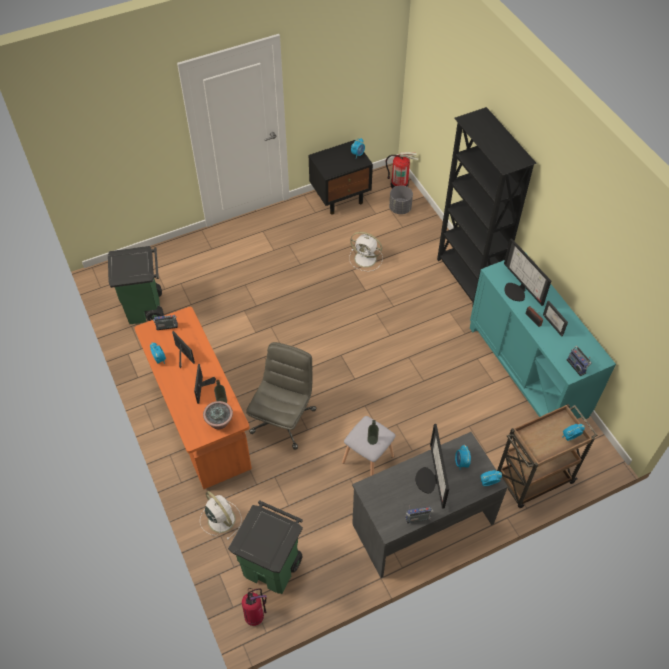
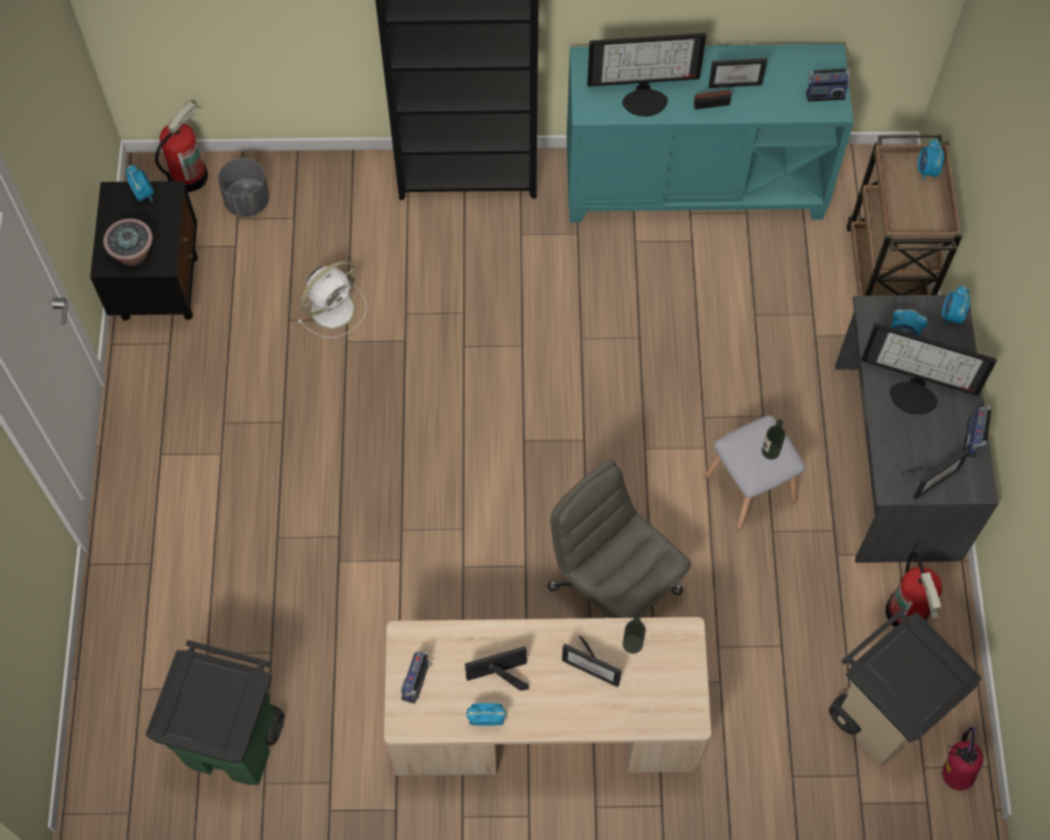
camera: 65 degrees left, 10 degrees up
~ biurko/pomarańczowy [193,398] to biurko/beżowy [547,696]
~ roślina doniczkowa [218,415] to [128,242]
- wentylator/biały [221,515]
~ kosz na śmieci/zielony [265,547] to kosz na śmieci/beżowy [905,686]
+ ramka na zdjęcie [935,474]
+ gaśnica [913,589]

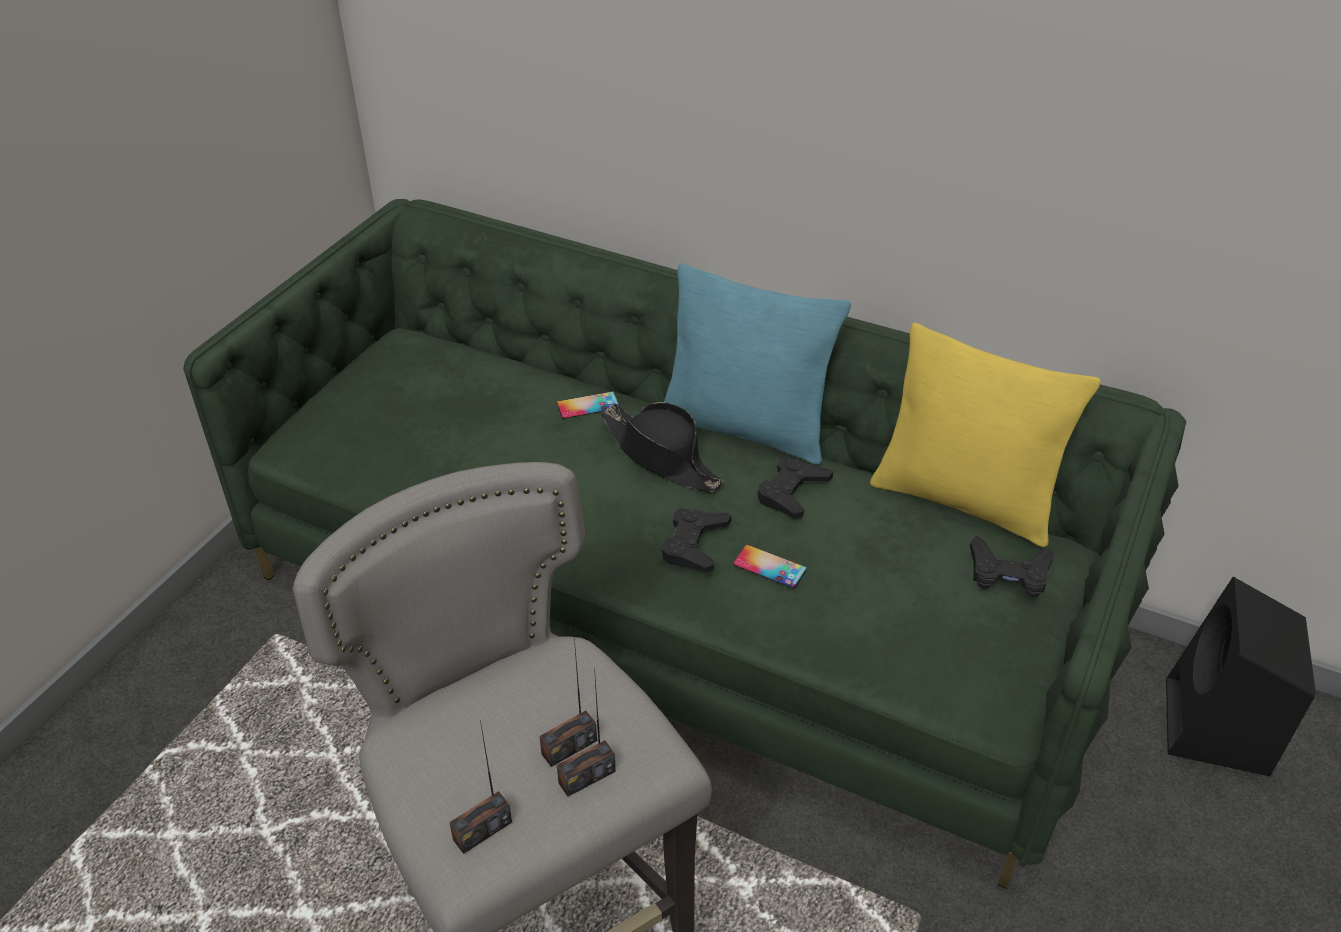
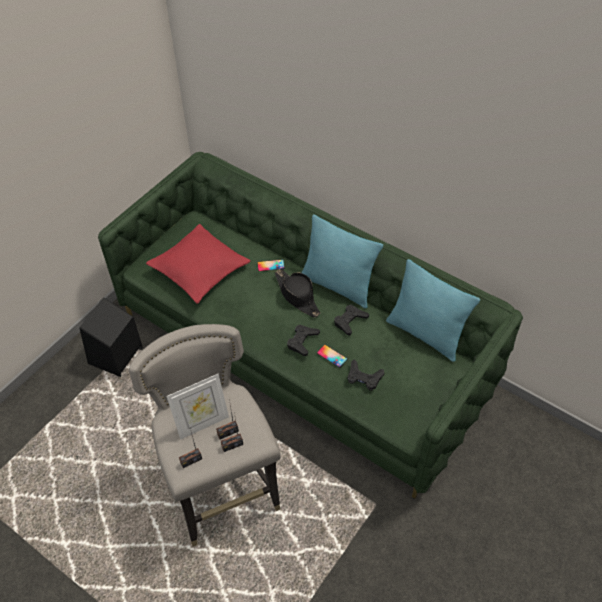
camera: 10 degrees right, 10 degrees up
~ poduszka/żółty [985,435] to poduszka/turkusowy [433,310]
~ pad do gier/czarny [1012,566] to [365,375]
~ głośnik/czarny [1241,676] to [111,337]
+ poduszka/czerwony [198,264]
+ ramka na zdjęcie [198,407]

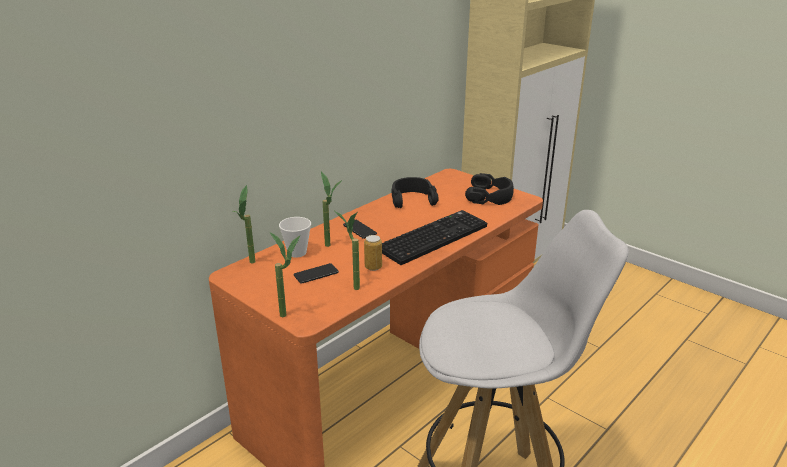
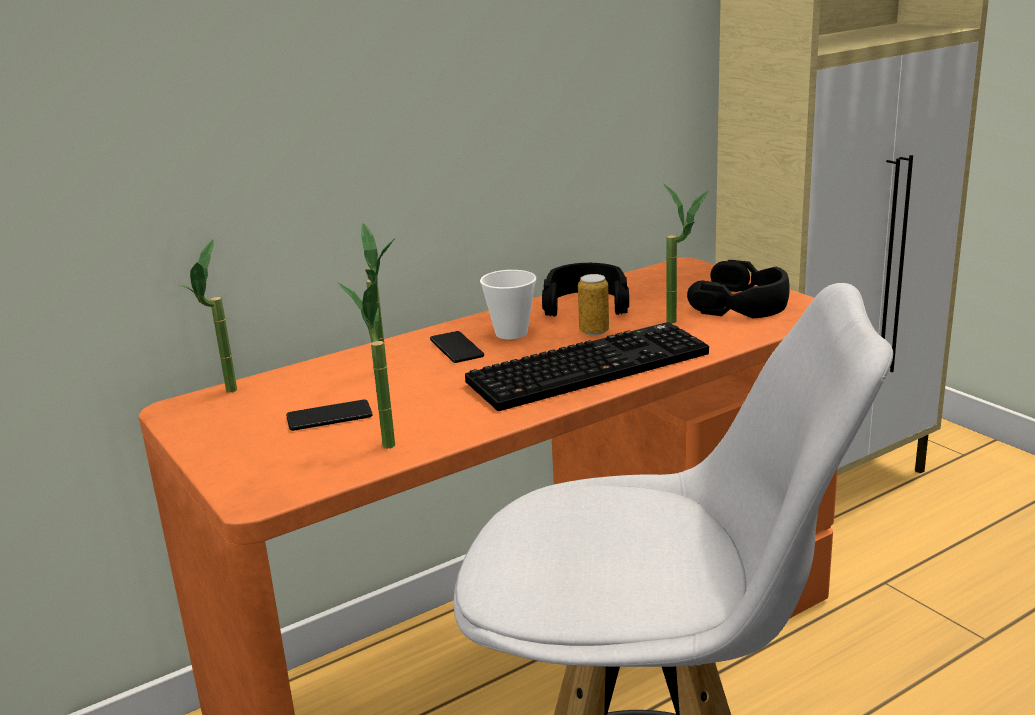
camera: 15 degrees right, 5 degrees down
~ filiżanka [295,237] to [508,304]
~ roślina doniczkowa [285,274] to [685,253]
~ puszka [373,253] to [593,305]

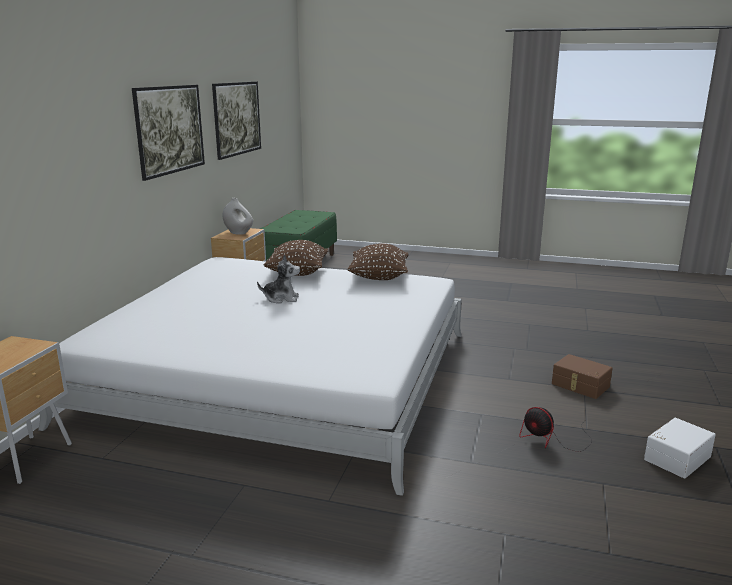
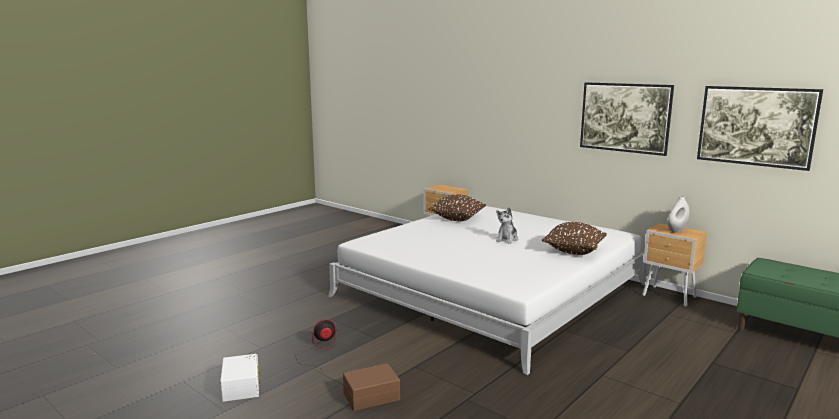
camera: 115 degrees right, 5 degrees down
~ poduszka/brązowy [378,262] to [457,207]

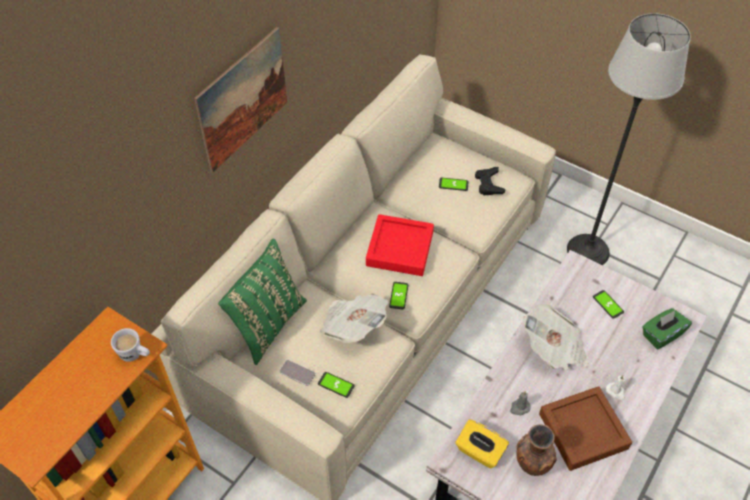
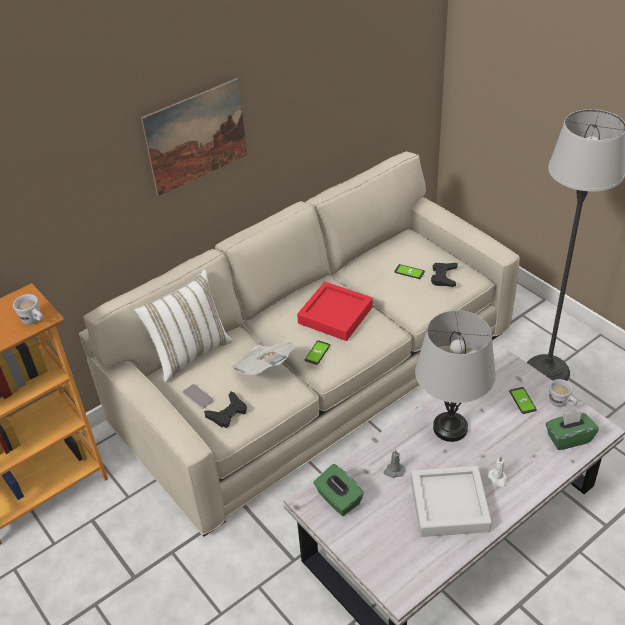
camera: 20 degrees right, 10 degrees down
~ poduszka/zielony [262,302] to poduszka/biały [183,326]
~ gazeta [556,337] to lampa stołowa/szary [455,376]
~ telefon [336,385] to pad do gier/czarny [225,409]
~ taca/brązowy [585,428] to taca/szary [451,501]
~ pudełko chusteczek/żółty [482,444] to pudełko chusteczek/zielony [339,490]
- wazon/brązowy [536,450]
+ kubek/biały [563,393]

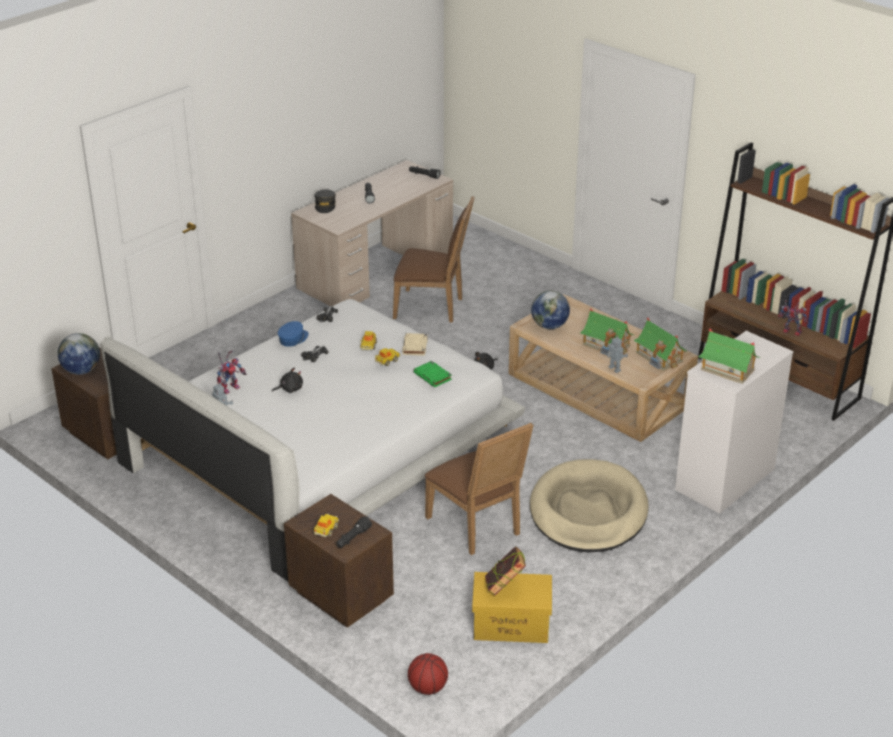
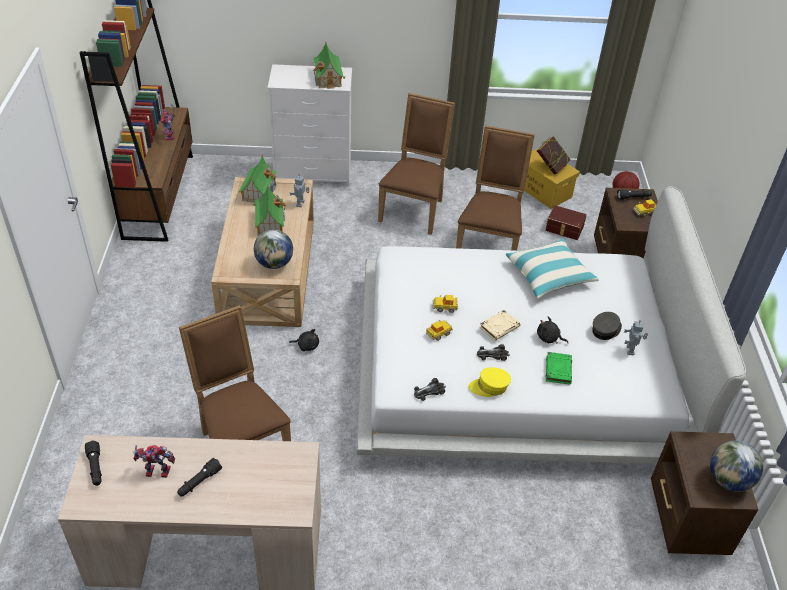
camera: 135 degrees left, 10 degrees up
~ czapka z daszkiem/szary [325,201] to [607,326]
~ czapka z daszkiem/niebieski [293,334] to czapka z daszkiem/żółty [490,382]
~ książka/beżowy [414,344] to [500,325]
~ robot zabawkowy [232,372] to [154,461]
~ książka/zielony [433,374] to [559,368]
~ legowisko/beżowy [589,505] to krzesło/brązowy [416,164]
+ pojemnik do przechowywania/brązowy [566,222]
+ poduszka [552,268]

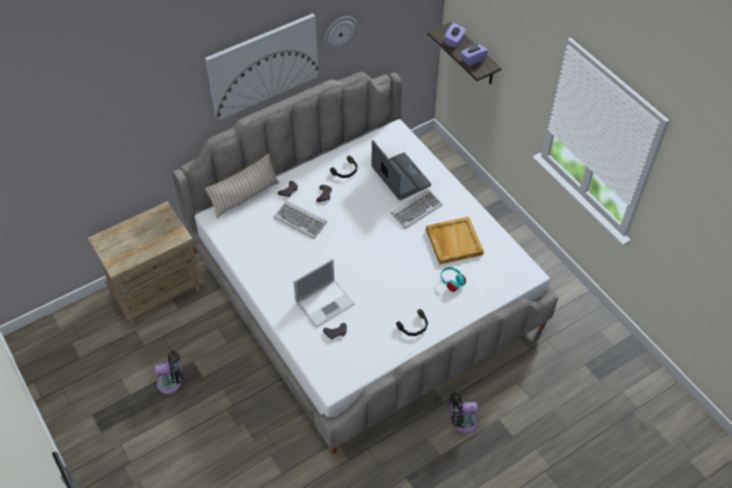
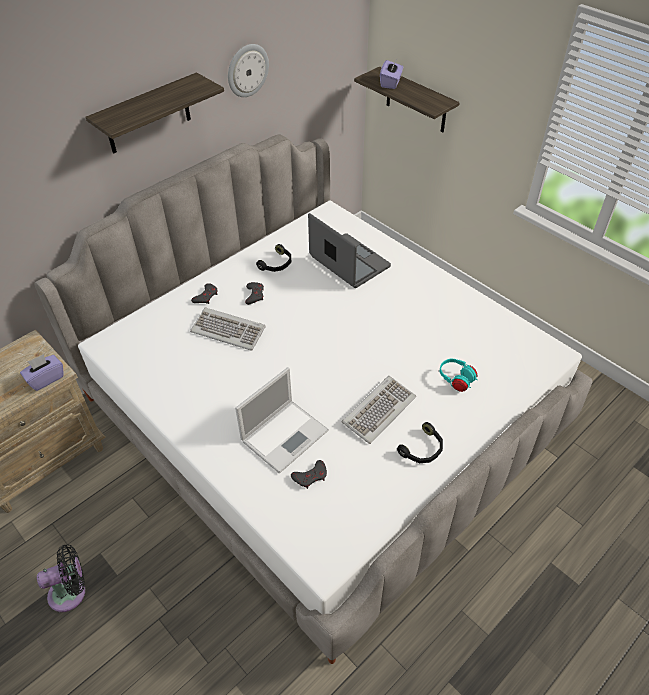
camera: 10 degrees left, 5 degrees down
~ obraz [262,67] to półka [155,113]
~ pudełko chusteczek/fioletowy [474,54] to [41,372]
- poduszka/beżowy [242,185]
~ klawiatura [417,209] to [379,410]
- taca/beżowy [455,241]
- wentylator/czarny [463,413]

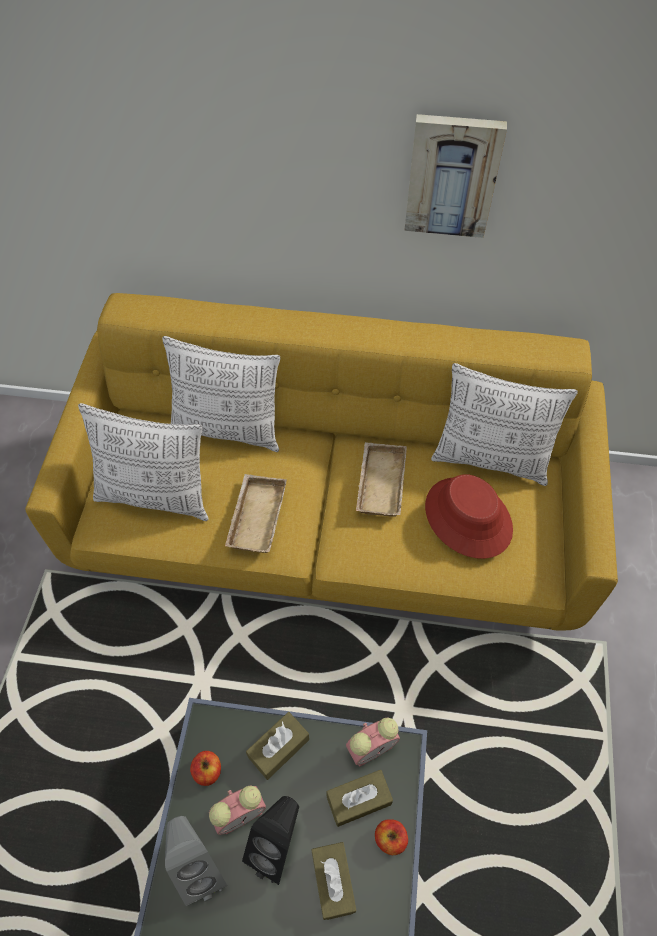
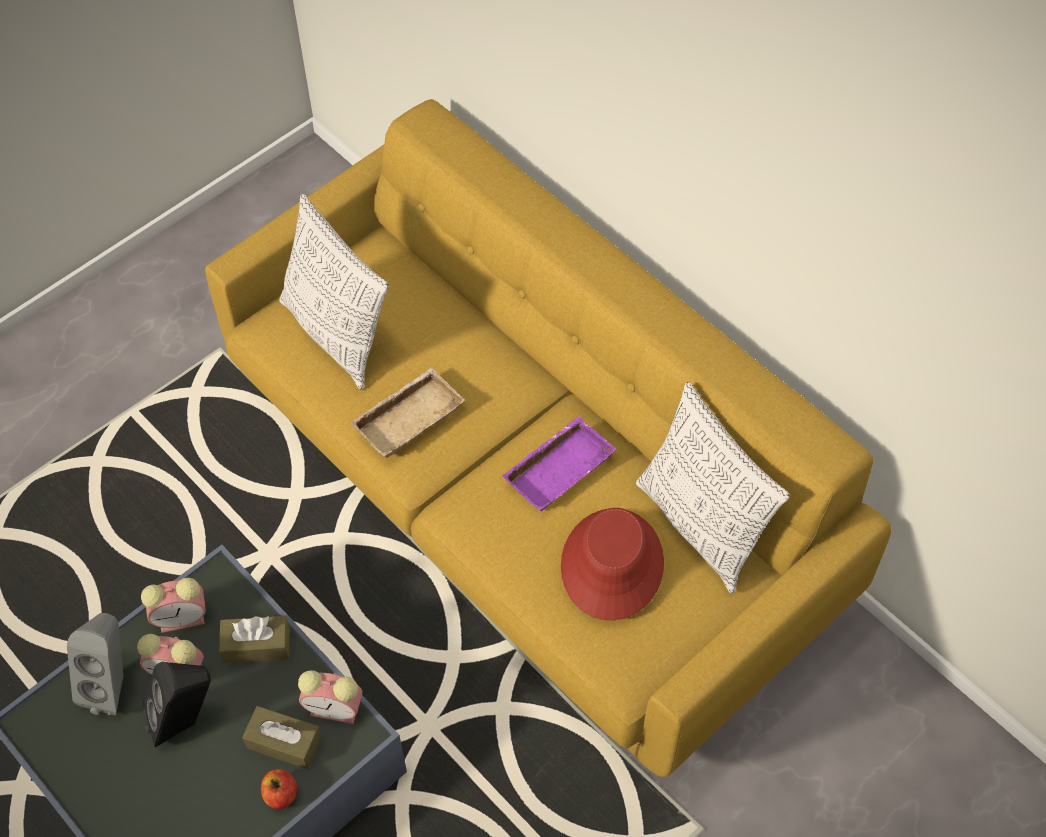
camera: 40 degrees right, 0 degrees up
- obraz [455,176]
- poduszka [221,394]
~ taca/beżowy [381,479] to taca/fioletowy [559,463]
~ jabłko [205,768] to budzik [173,605]
- pudełko chusteczek/brązowy [334,881]

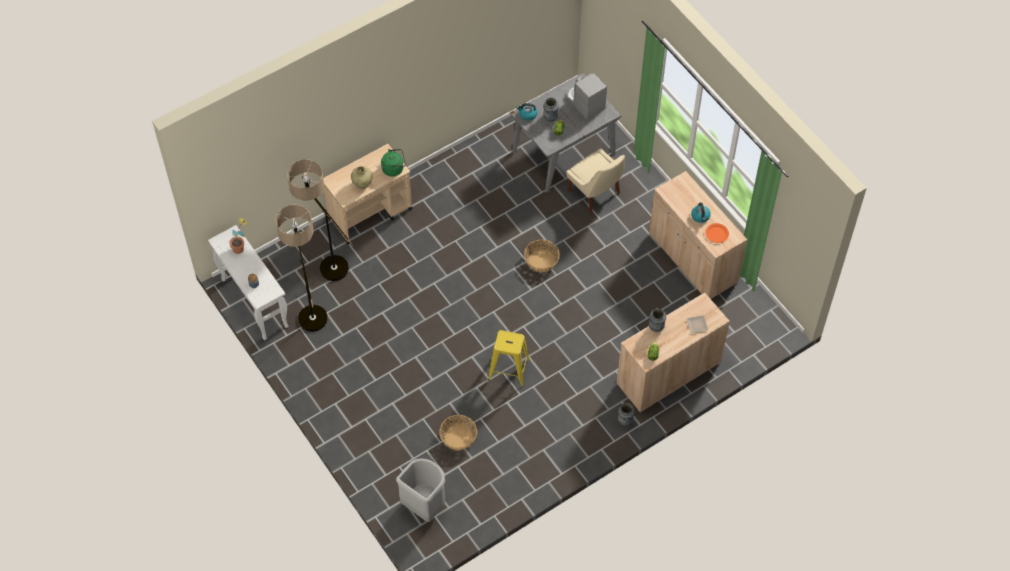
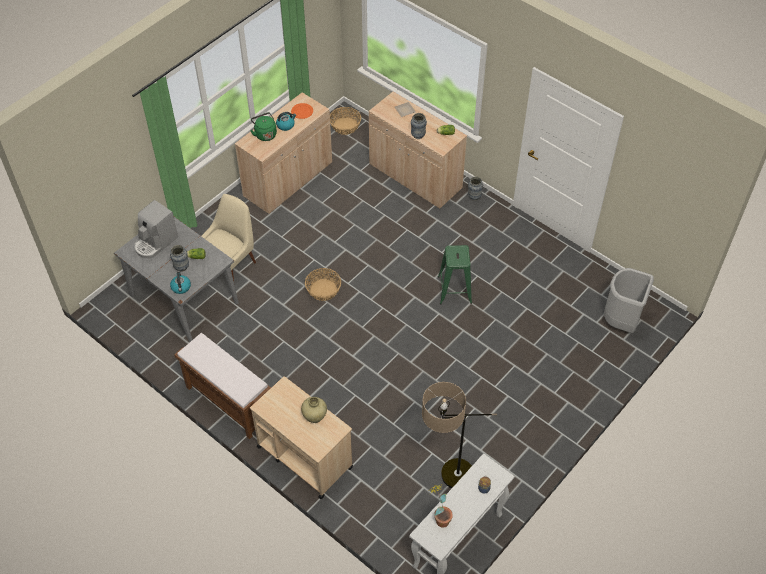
camera: 105 degrees left, 5 degrees down
~ czajnik/zielony [393,163] to [263,126]
- lampa stojąca [320,220]
~ stołek/żółty [509,358] to stołek/zielony [455,274]
~ koszyk [458,432] to [345,121]
+ ławka/brązowy [222,386]

